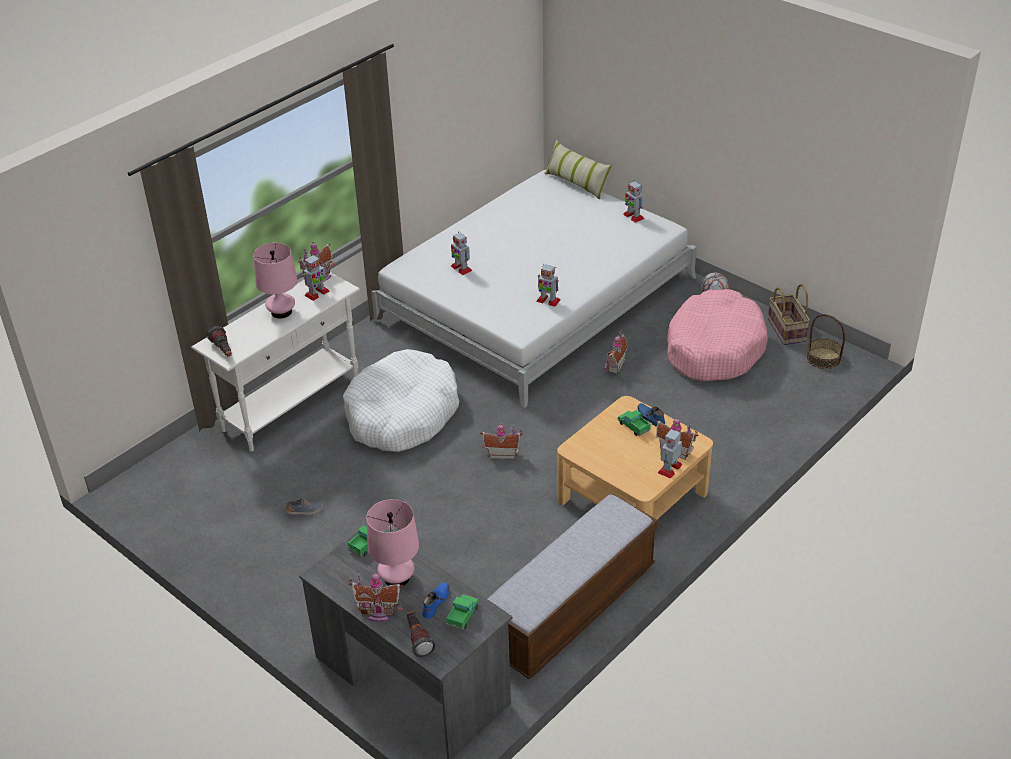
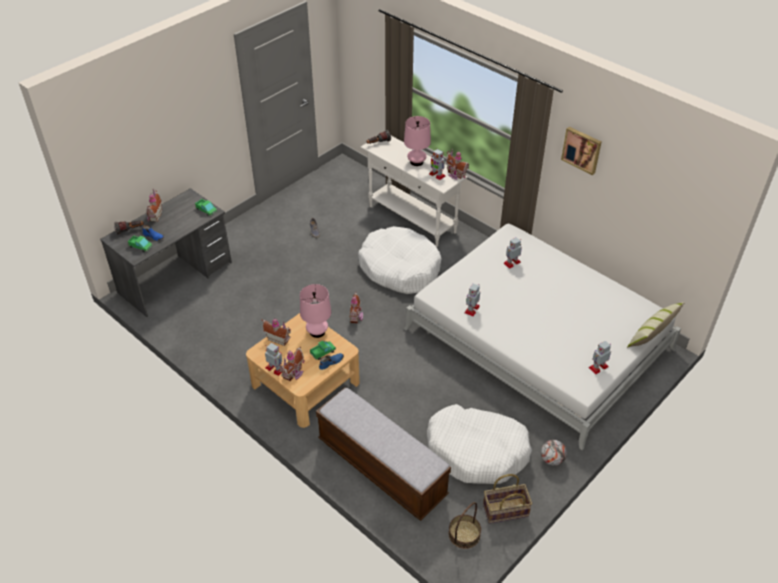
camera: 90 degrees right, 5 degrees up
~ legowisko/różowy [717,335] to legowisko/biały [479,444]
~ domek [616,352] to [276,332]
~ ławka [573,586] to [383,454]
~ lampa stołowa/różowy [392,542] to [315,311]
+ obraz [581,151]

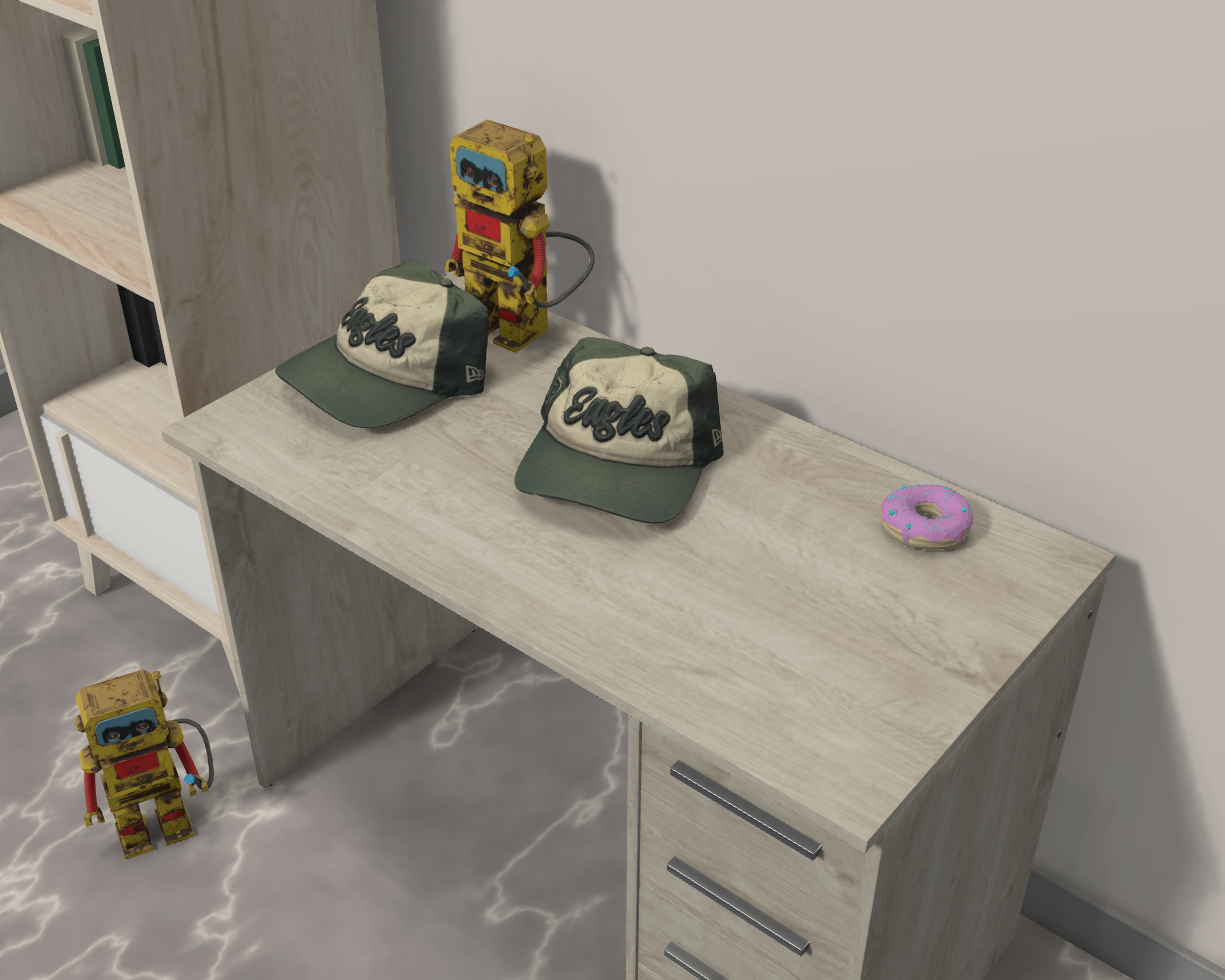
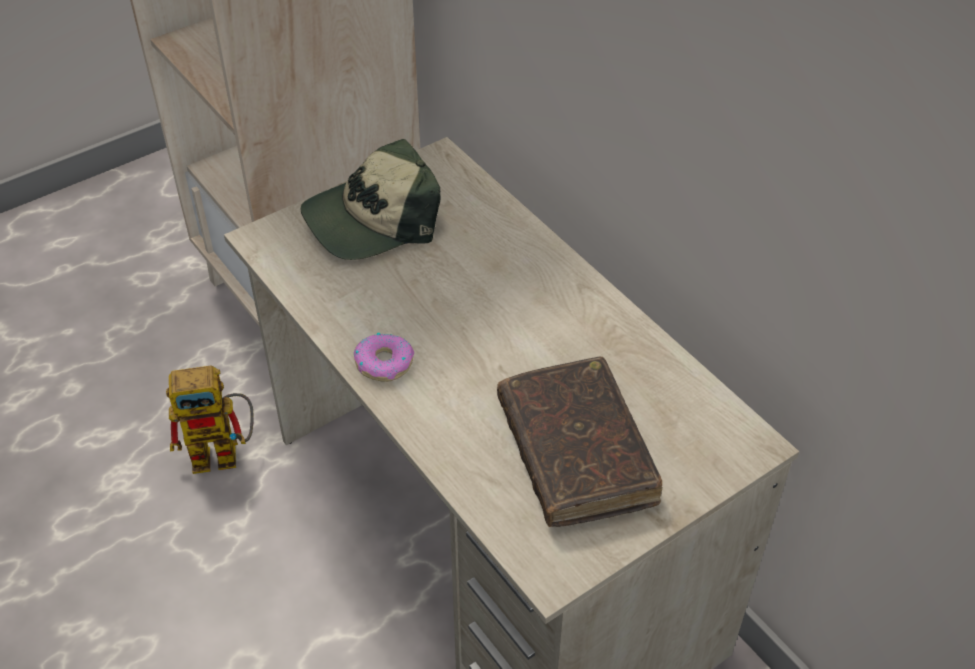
camera: 15 degrees right, 10 degrees up
- robot zabawkowy [519,236]
- czapka z daszkiem [618,430]
~ donut [926,516] to [384,357]
+ książka/brązowy [579,441]

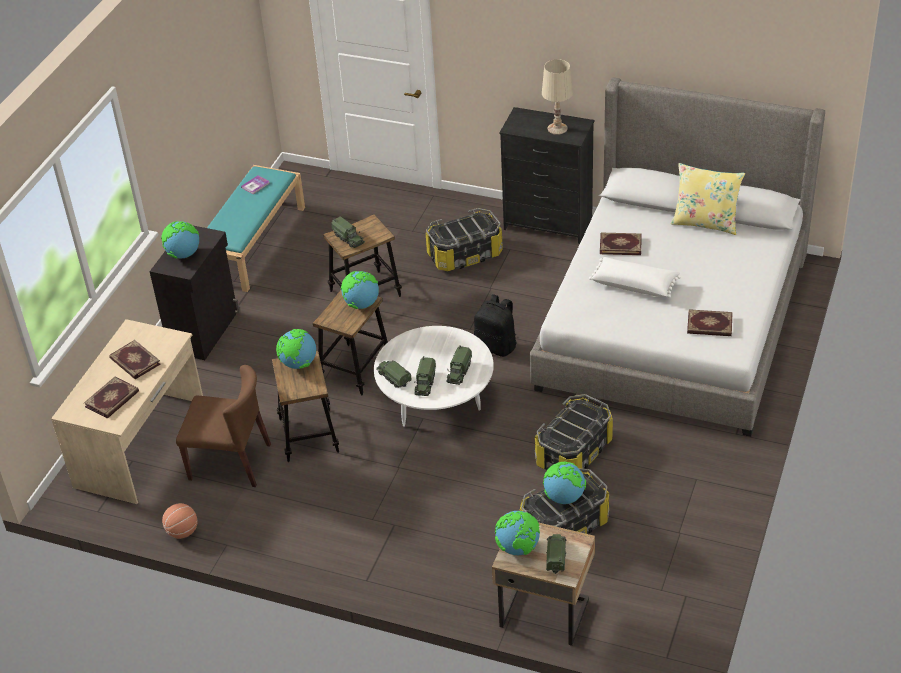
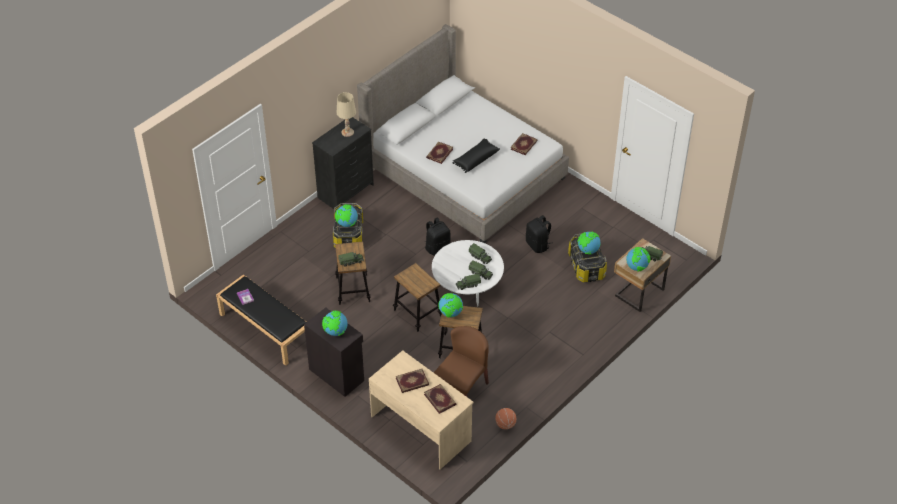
camera: 70 degrees left, 5 degrees up
- poduszka/żółty [708,199]
~ ławka/turkusowy [256,228] to ławka/czarny [261,320]
~ poduszka/biały [635,277] to poduszka/czarny [476,155]
~ globus [360,290] to [346,215]
~ pojemnik do przechowywania [574,433] to plecak/czarny [539,234]

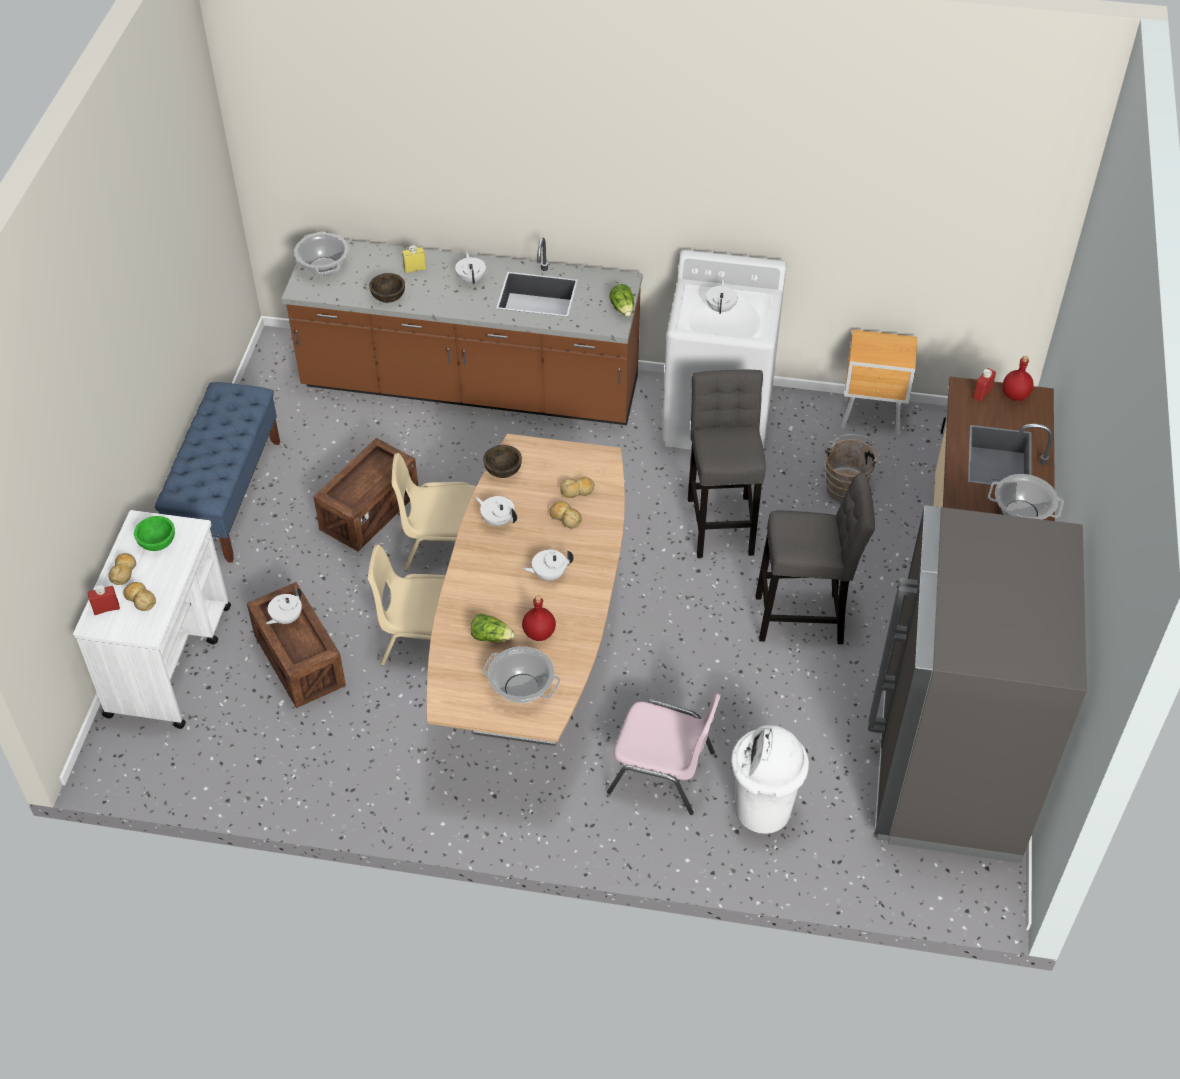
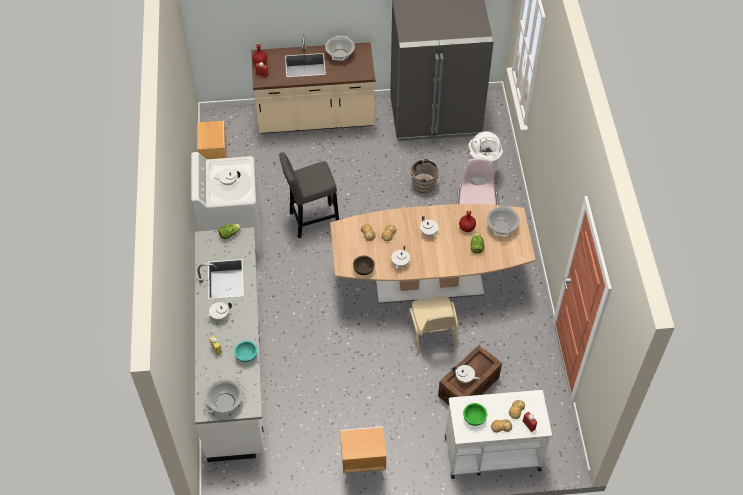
camera: 105 degrees left, 5 degrees up
~ zabudowa kuchenna/brązowy [462,331] to zabudowa kuchenna/biały [229,344]
~ miska/brązowy [387,288] to miska/turkusowy [245,351]
~ ławka/niebieski [217,472] to szafka nocna/brązowy [363,455]
~ wiadro/brązowy [852,468] to [423,176]
- skrzynka [365,495]
- krzesło/beżowy [434,512]
- stołek/szary [815,558]

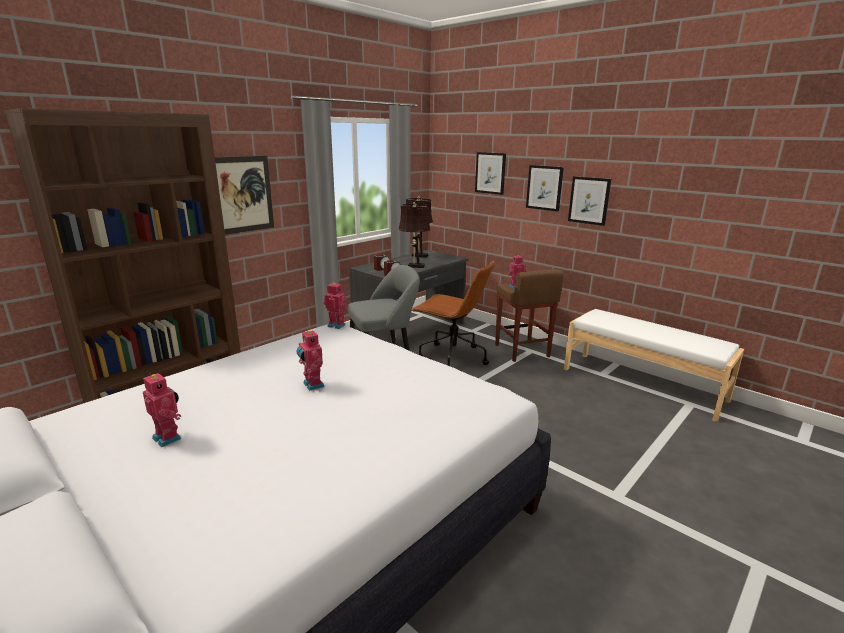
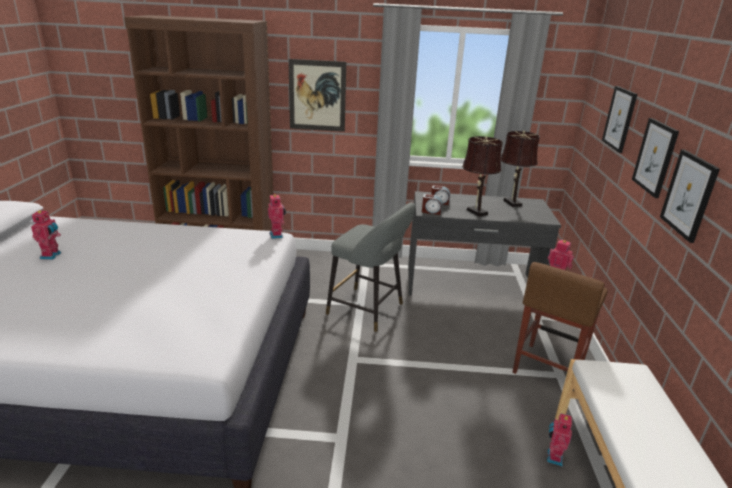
camera: 50 degrees right, 5 degrees up
- krzesło biurowe/brązowy [453,313]
~ robot zabawkowy [311,360] to [559,439]

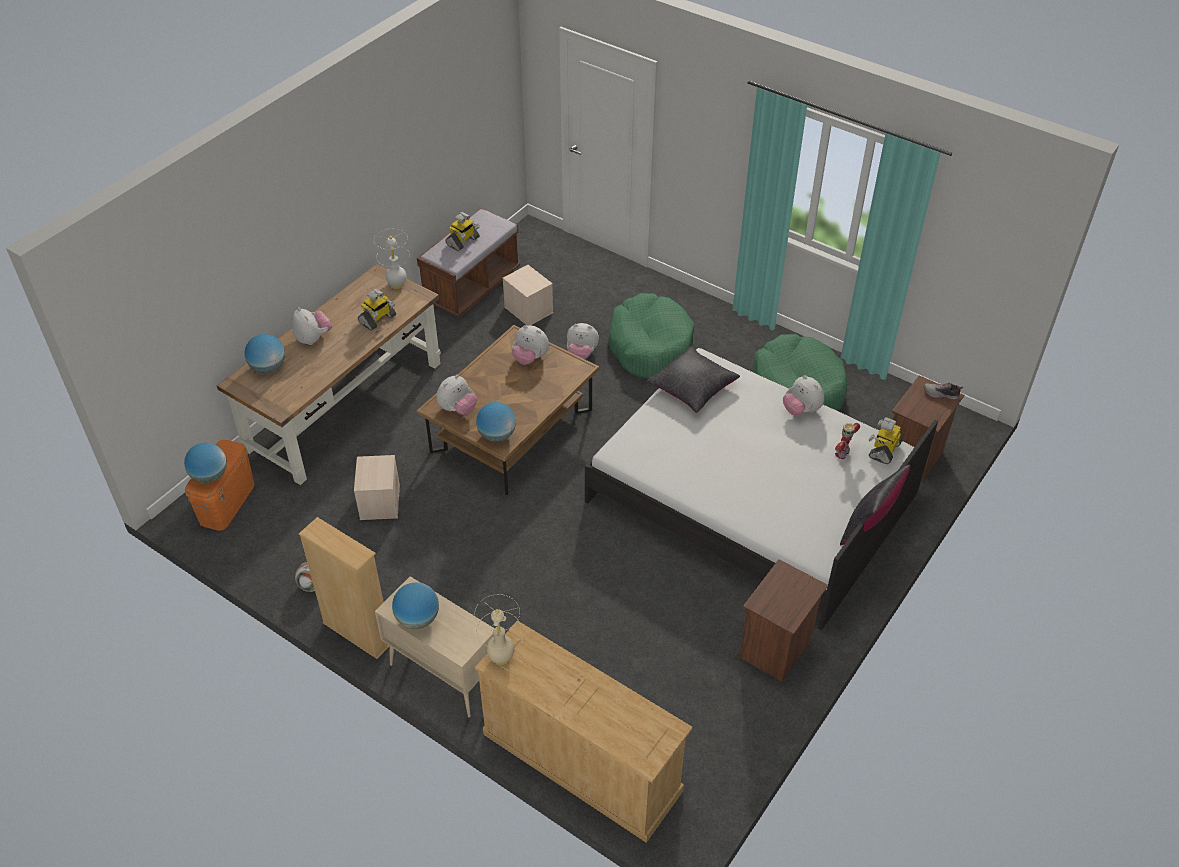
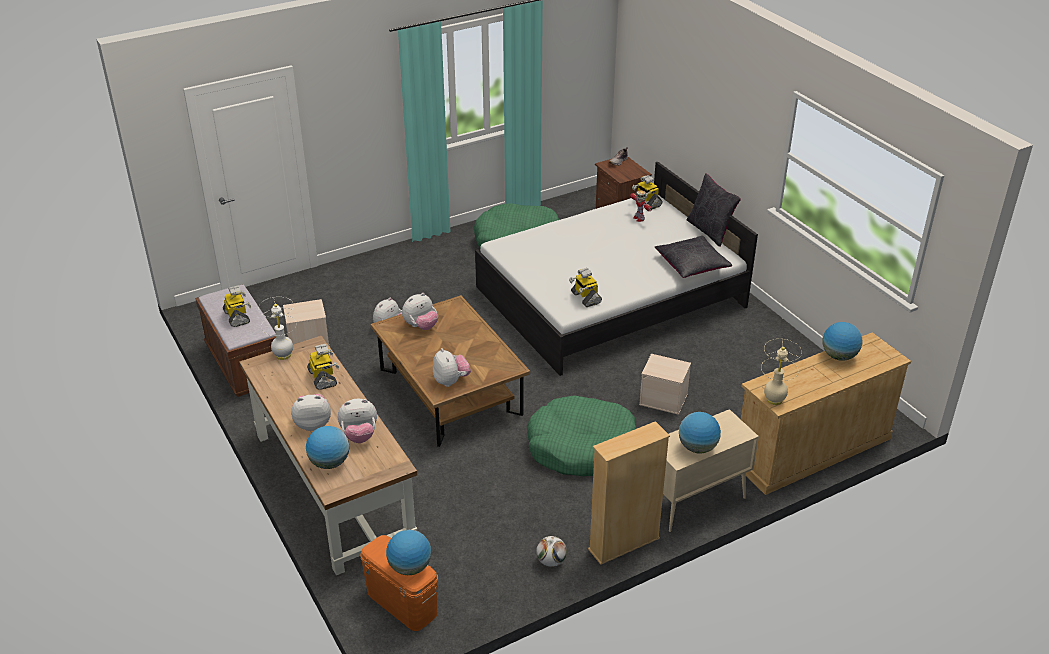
camera: 65 degrees left, 10 degrees down
~ legowisko/zielony [651,336] to [581,435]
~ poduszka/czarny [693,379] to [693,257]
~ pluszak [803,395] to [357,421]
~ globus [496,422] to [842,341]
~ pojemnik do przechowywania/beżowy [377,487] to [665,384]
- szafka nocna/brązowy [783,620]
+ robot zabawkowy [585,287]

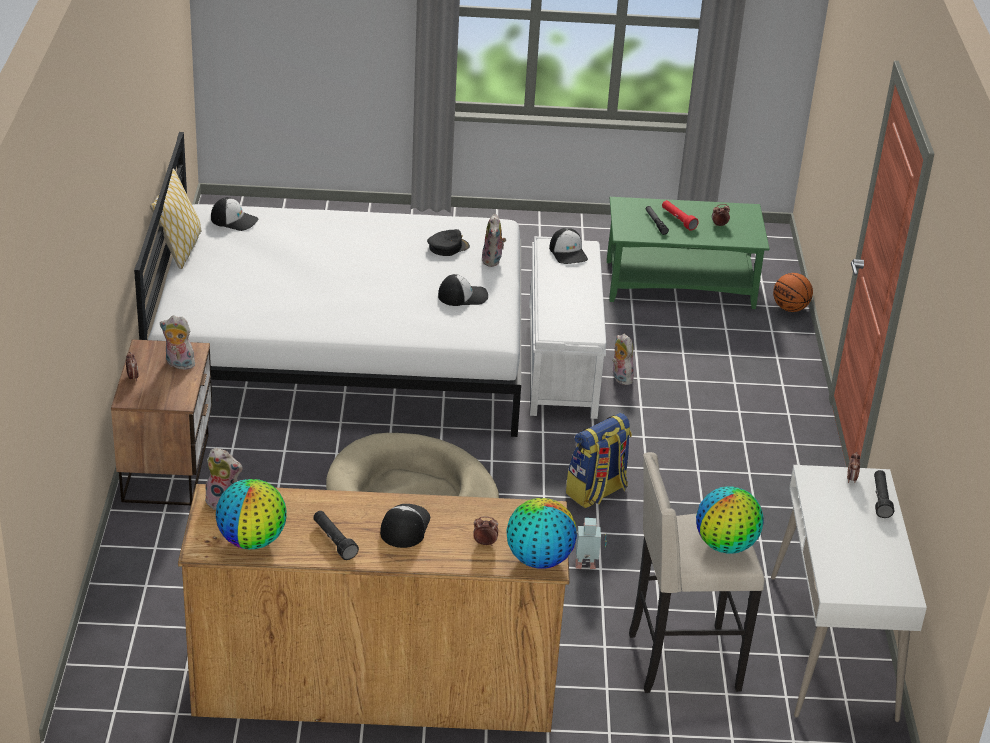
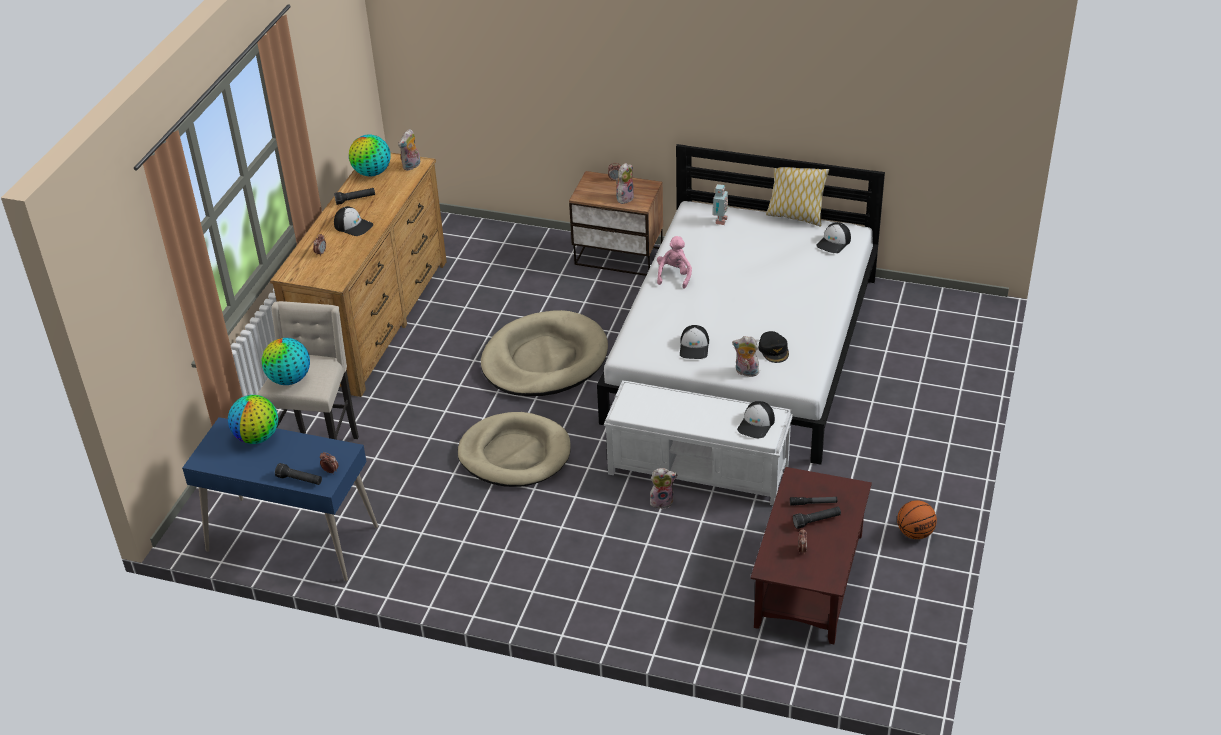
camera: 110 degrees right, 5 degrees up
~ ława/zielony [688,253] to ława/brązowy [811,555]
~ latarka/czerwony [680,215] to latarka/czarny [817,518]
~ czapka z daszkiem [568,246] = [756,419] 60 degrees counterclockwise
~ piłka do koszykówki [793,292] to [917,519]
~ plecak [599,460] to legowisko/beżowy [514,449]
~ biurko/biały [849,593] to biurko/niebieski [280,499]
~ globus [541,533] to [253,419]
~ robot zabawkowy [591,543] to [721,204]
+ pluszak/różowy [674,262]

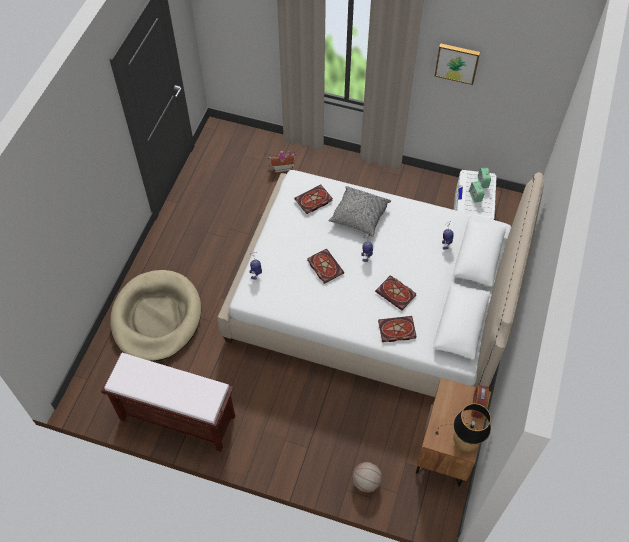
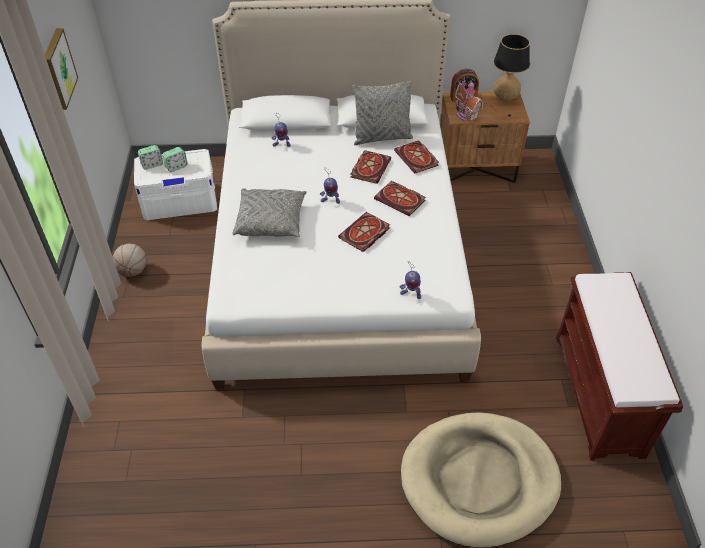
camera: 110 degrees left, 10 degrees down
~ domek [282,161] to [469,99]
~ książka [313,199] to [400,198]
~ piłka do koszykówki [367,477] to [130,260]
+ poduszka/szary [382,113]

